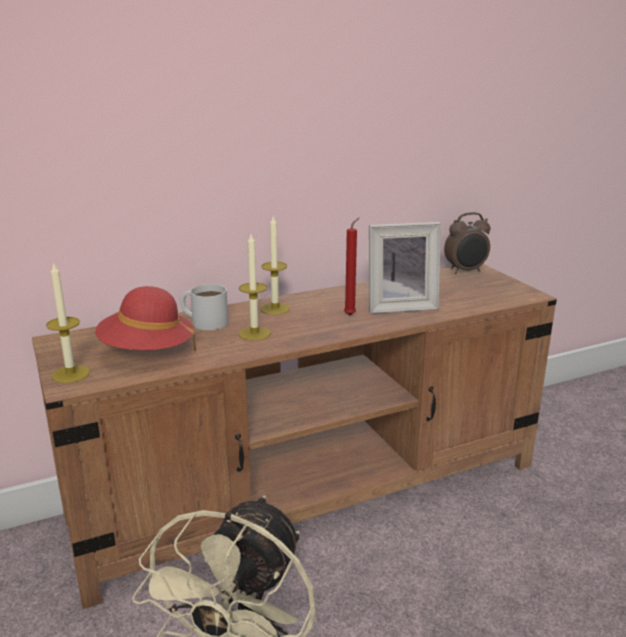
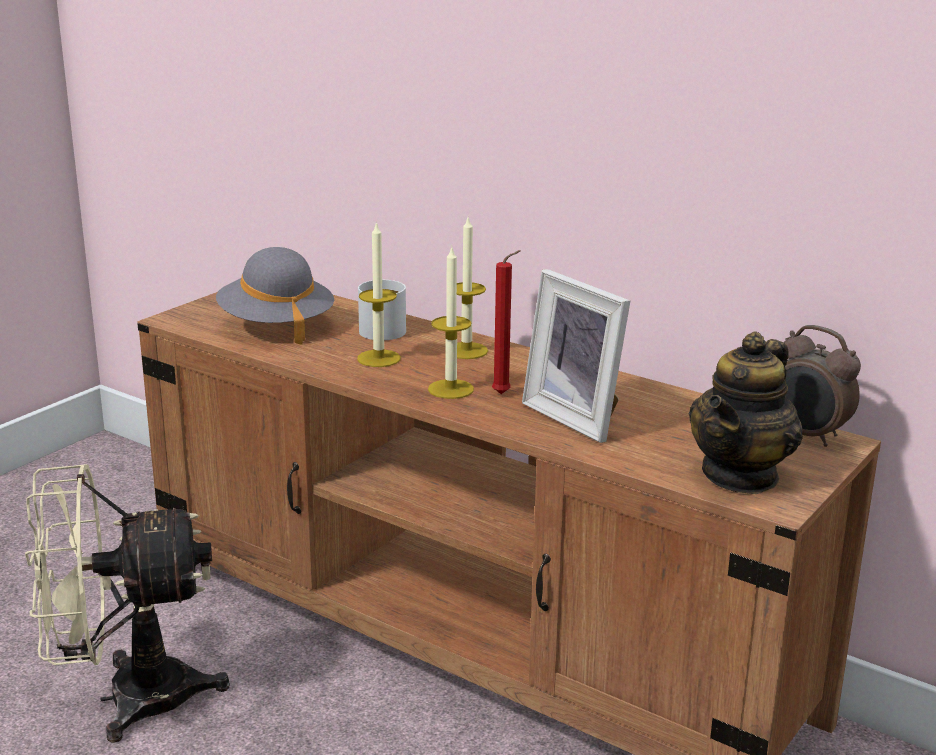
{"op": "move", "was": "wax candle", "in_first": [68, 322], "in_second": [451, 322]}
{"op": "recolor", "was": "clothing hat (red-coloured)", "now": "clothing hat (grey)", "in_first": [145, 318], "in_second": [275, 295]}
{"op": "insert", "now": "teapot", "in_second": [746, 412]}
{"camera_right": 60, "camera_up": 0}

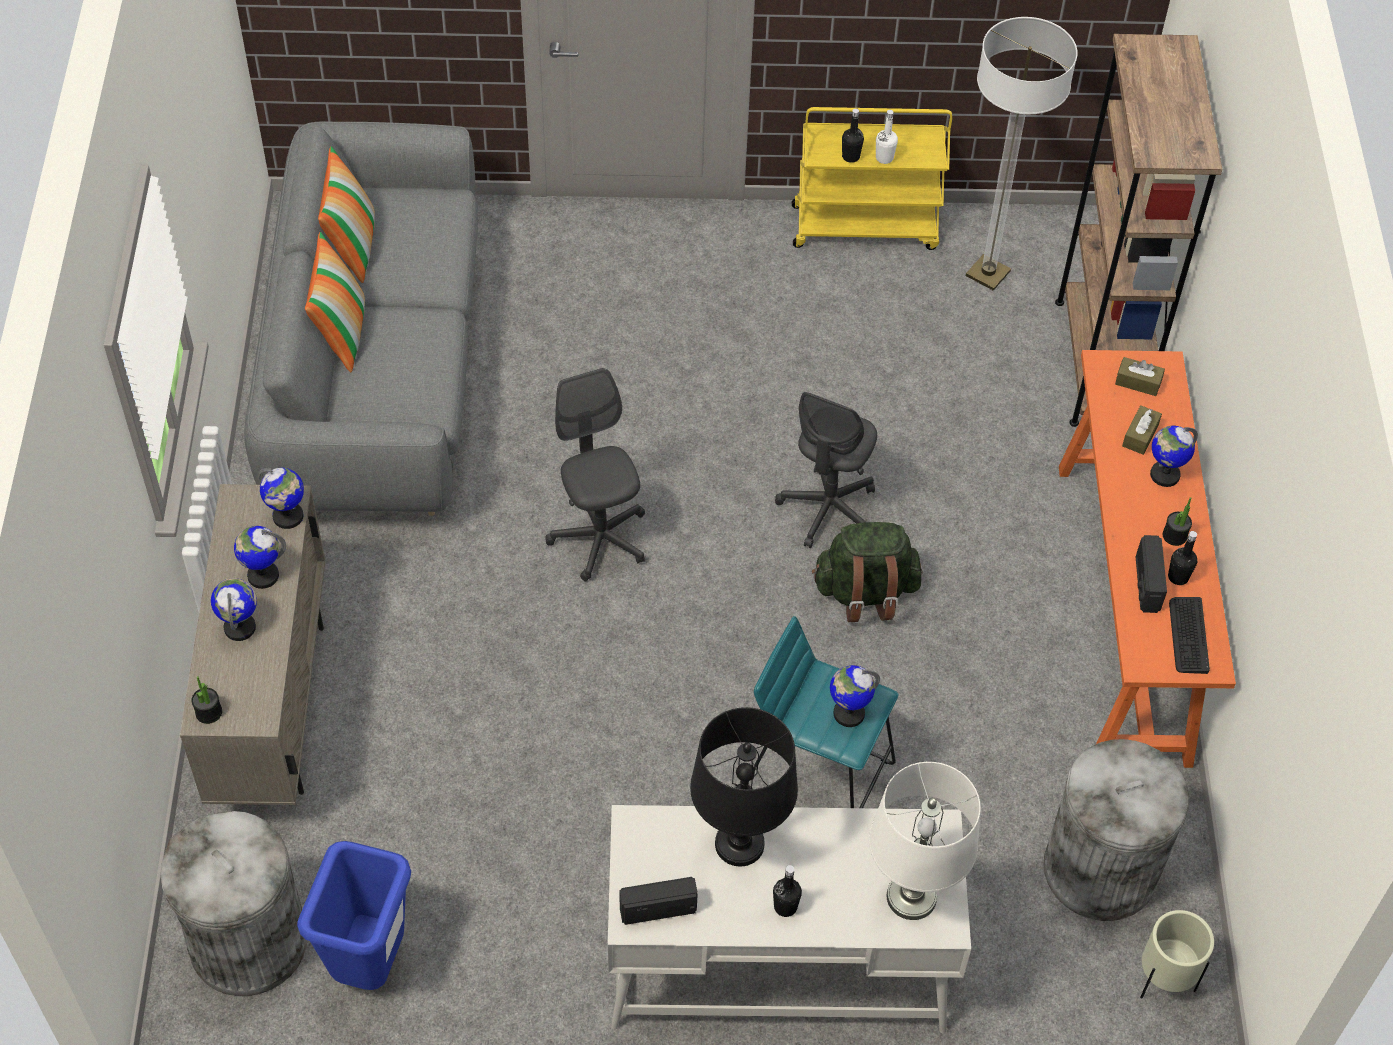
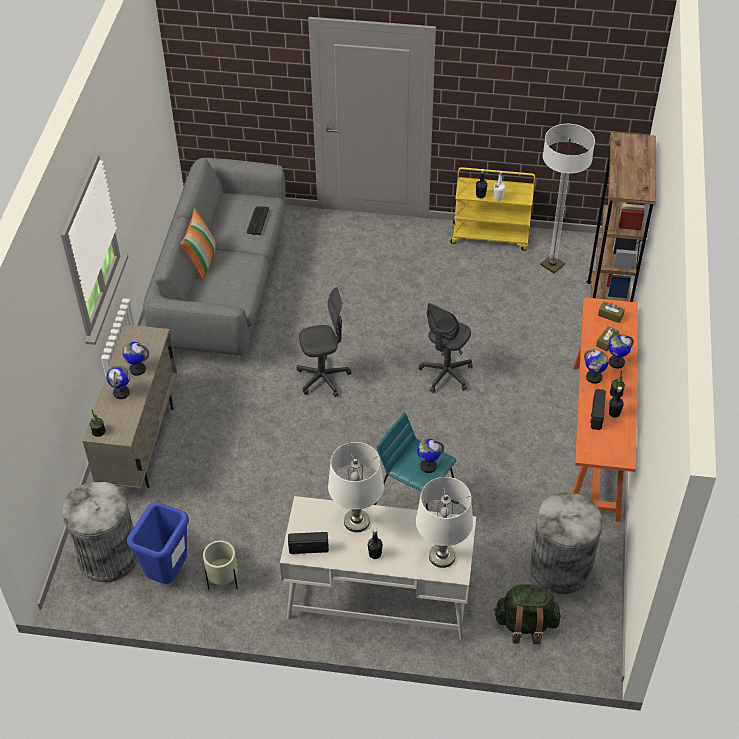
{"op": "delete", "was": "pillow", "in_first": [346, 214]}
{"op": "rotate", "was": "computer chair (grey)", "in_first": [595, 475], "in_second": [323, 342], "clockwise": 90}
{"op": "move", "was": "world globe", "in_first": [281, 498], "in_second": [596, 366]}
{"op": "move", "was": "backpack (greenish)", "in_first": [867, 572], "in_second": [527, 614]}
{"op": "move", "was": "PC keyboard", "in_first": [1189, 635], "in_second": [258, 220]}
{"op": "recolor", "was": "lamp for a table (blackish)", "now": "lamp for a table (white)", "in_first": [744, 787], "in_second": [356, 487]}
{"op": "move", "was": "planter (beige)", "in_first": [1177, 954], "in_second": [220, 564]}
{"camera_right": 10, "camera_up": -5}

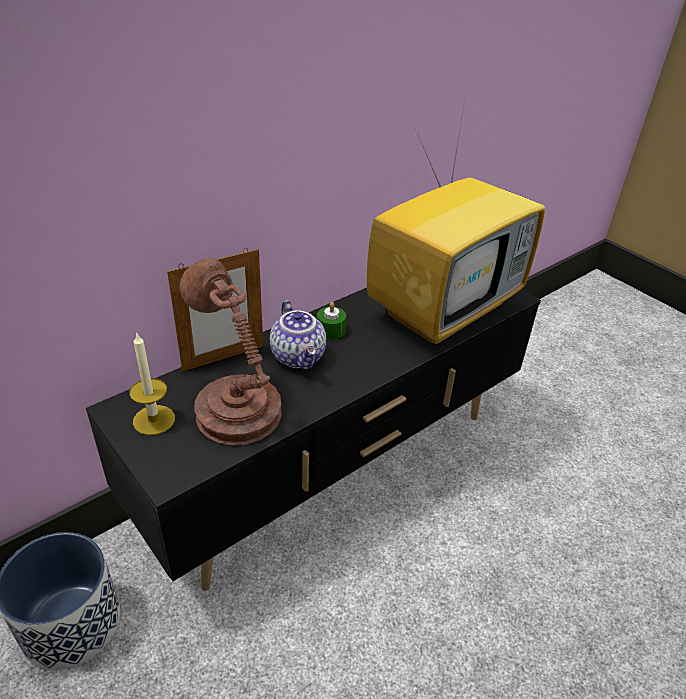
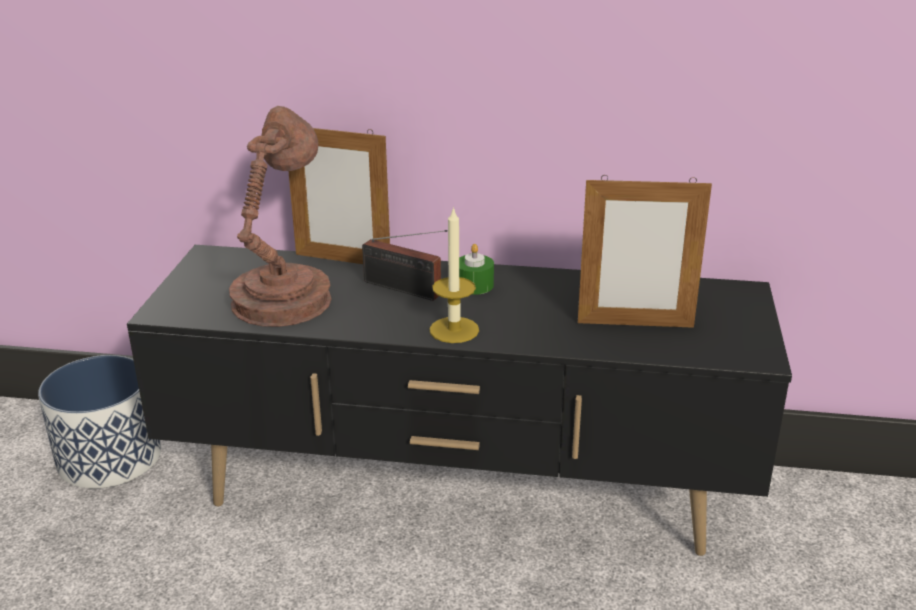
{"op": "replace", "was": "television", "now": "standing frame", "in_first": [456, 220], "in_second": [645, 251]}
{"op": "replace", "was": "teapot", "now": "radio receiver", "in_first": [298, 335], "in_second": [405, 265]}
{"op": "move", "was": "wax candle", "in_first": [152, 383], "in_second": [454, 274]}
{"camera_right": 50, "camera_up": -10}

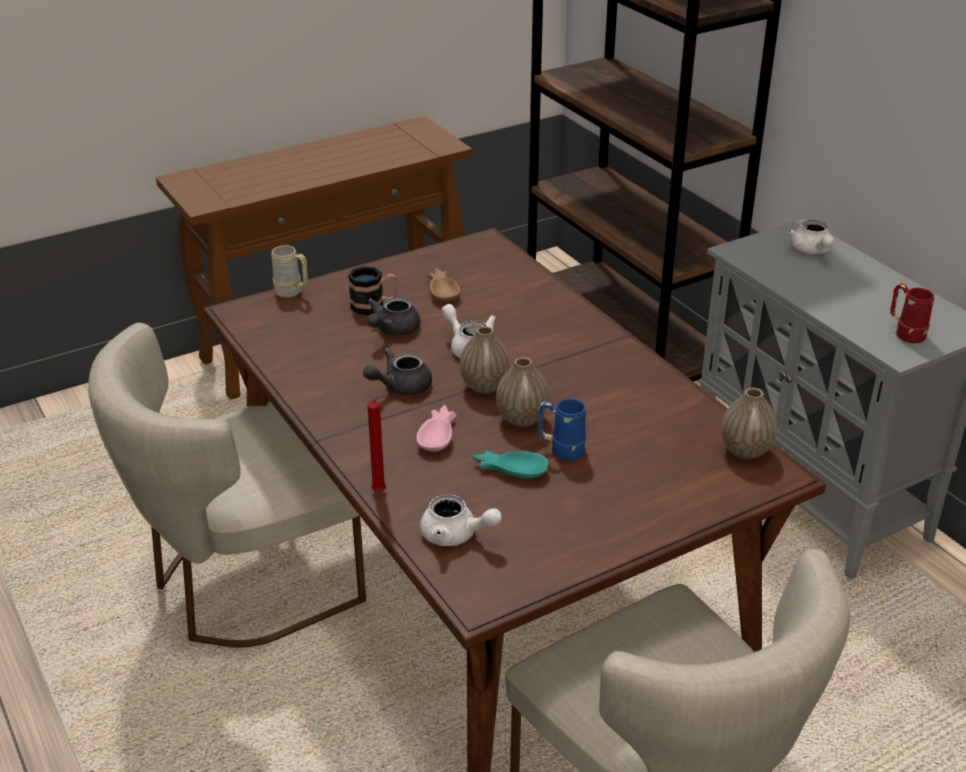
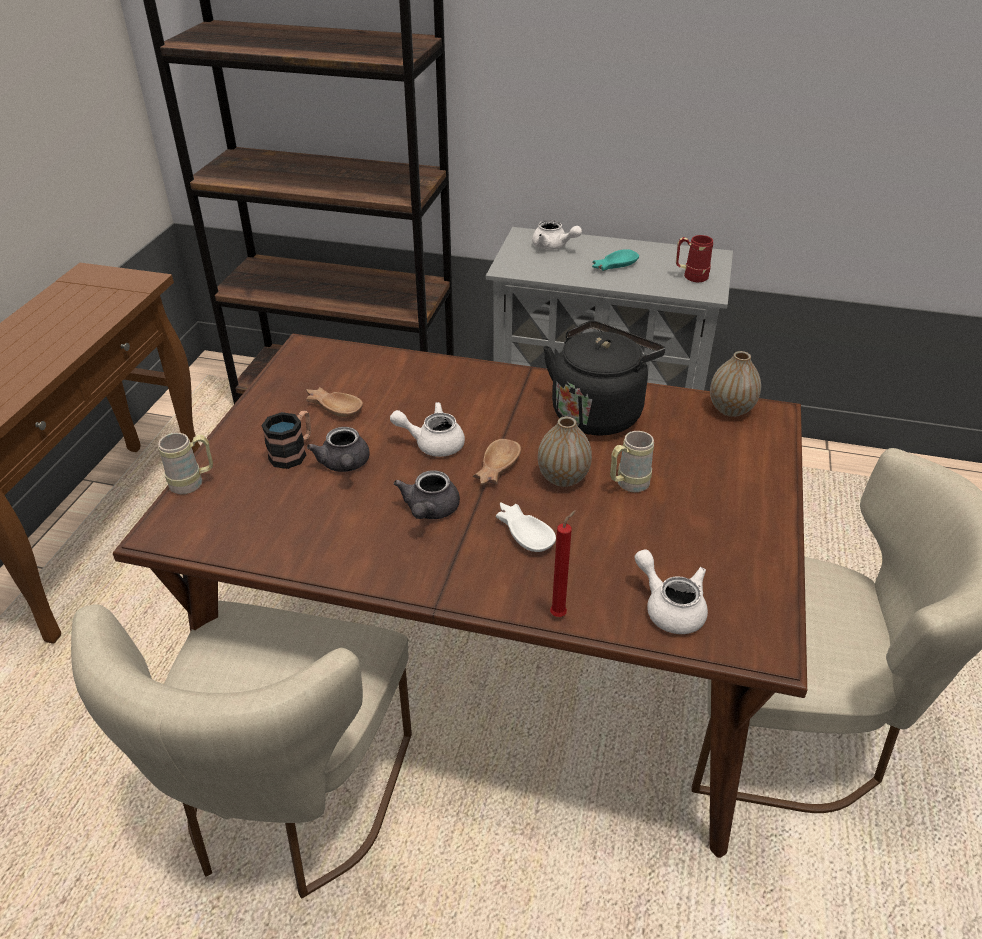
{"op": "replace", "was": "flower vase", "now": "serving bowl (brown-coloured)", "in_first": [485, 360], "in_second": [497, 462]}
{"op": "recolor", "was": "mug (bluish)", "now": "mug (beige)", "in_first": [562, 429], "in_second": [632, 461]}
{"op": "recolor", "was": "serving bowl (pinkish)", "now": "serving bowl (white)", "in_first": [436, 428], "in_second": [526, 527]}
{"op": "move", "was": "serving bowl (blue-green)", "in_first": [510, 464], "in_second": [615, 260]}
{"op": "rotate", "was": "teapot (white)", "in_first": [461, 520], "in_second": [671, 592], "clockwise": -105}
{"op": "insert", "now": "water kettle (blackish)", "in_second": [604, 378]}
{"camera_right": -45, "camera_up": 5}

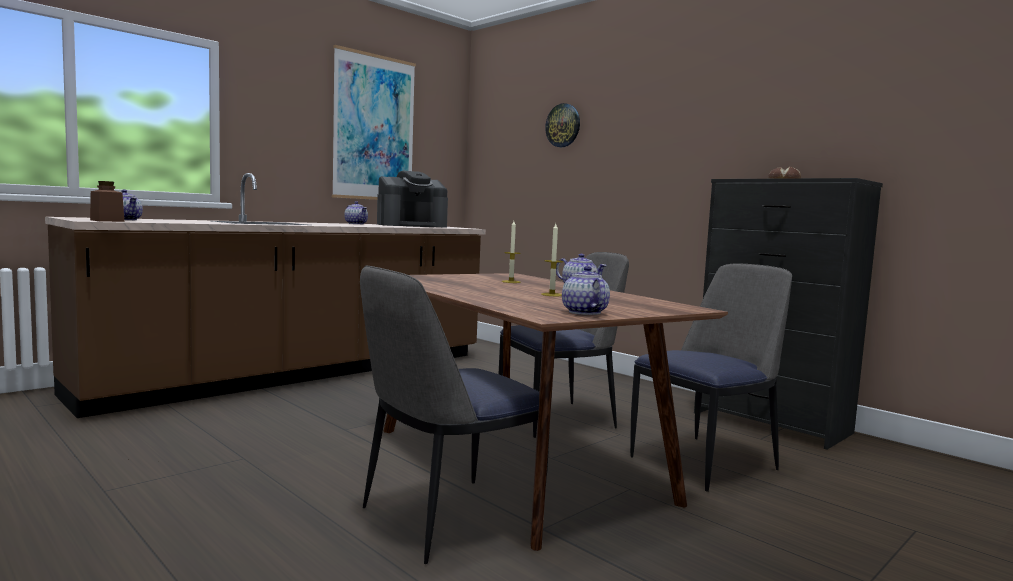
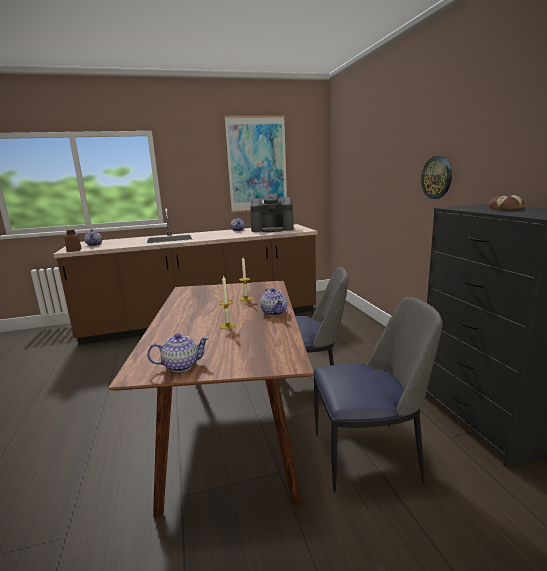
{"op": "move", "was": "wall clock", "in_first": [562, 125], "in_second": [436, 177]}
{"op": "delete", "was": "plain chair", "in_first": [455, 414]}
{"op": "rotate", "was": "teapot", "in_first": [586, 290], "in_second": [178, 352], "clockwise": 60}
{"camera_right": 30, "camera_up": 10}

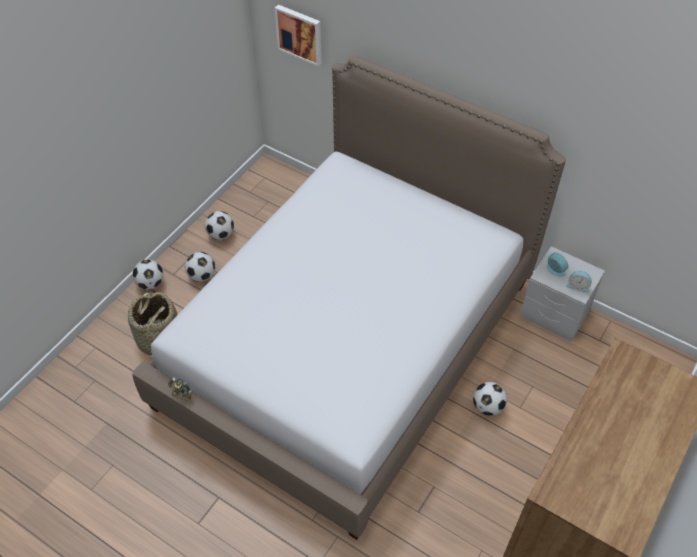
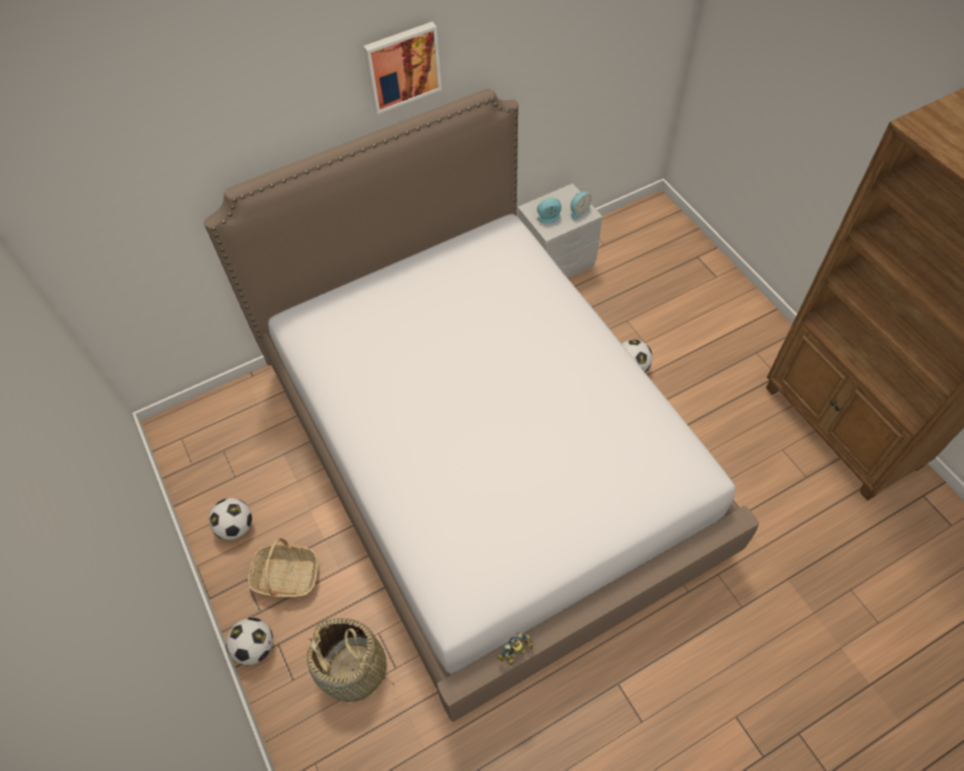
{"op": "move", "was": "wall picture", "in_first": [298, 35], "in_second": [402, 68]}
{"op": "replace", "was": "ball for football", "now": "basket", "in_first": [200, 267], "in_second": [283, 567]}
{"camera_right": -60, "camera_up": 5}

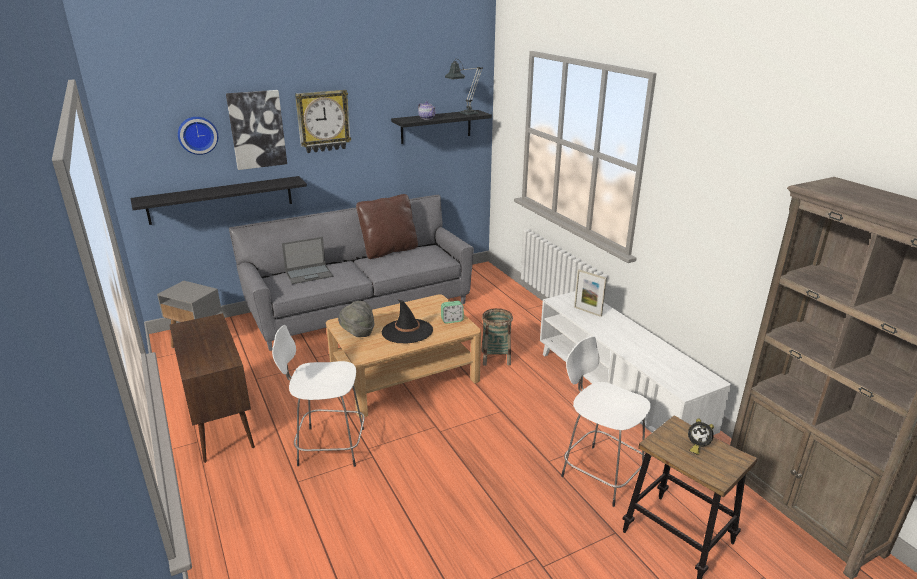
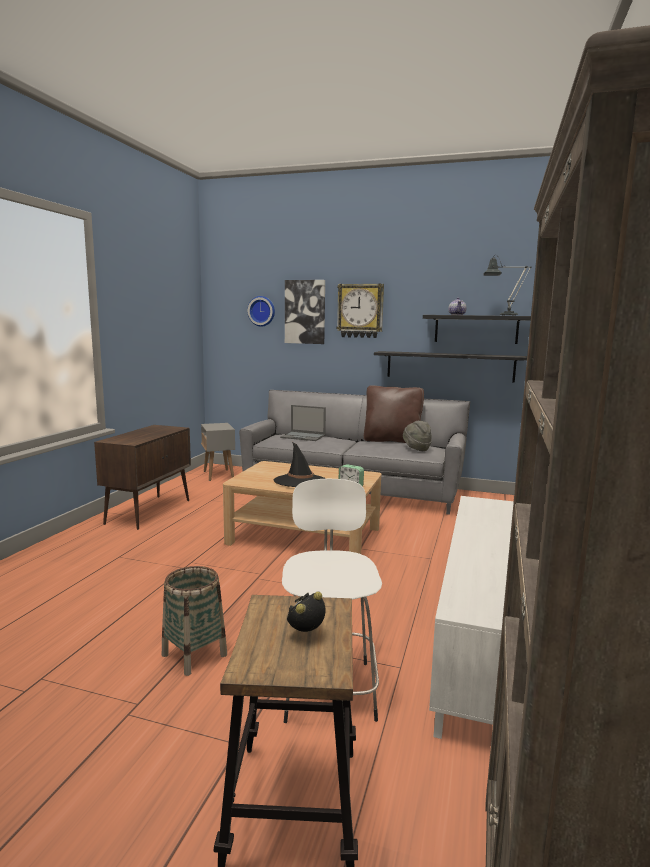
{"op": "move", "was": "wall shelf (blackish)", "in_first": [218, 200], "in_second": [450, 367]}
{"op": "delete", "was": "standing frame", "in_first": [590, 293]}
{"op": "move", "was": "clothing hat (grey)", "in_first": [356, 319], "in_second": [417, 436]}
{"op": "move", "was": "basket", "in_first": [497, 337], "in_second": [194, 621]}
{"op": "delete", "was": "stool (white)", "in_first": [318, 396]}
{"op": "rotate", "was": "bedside clock", "in_first": [701, 436], "in_second": [306, 612], "clockwise": 75}
{"camera_right": 45, "camera_up": -15}

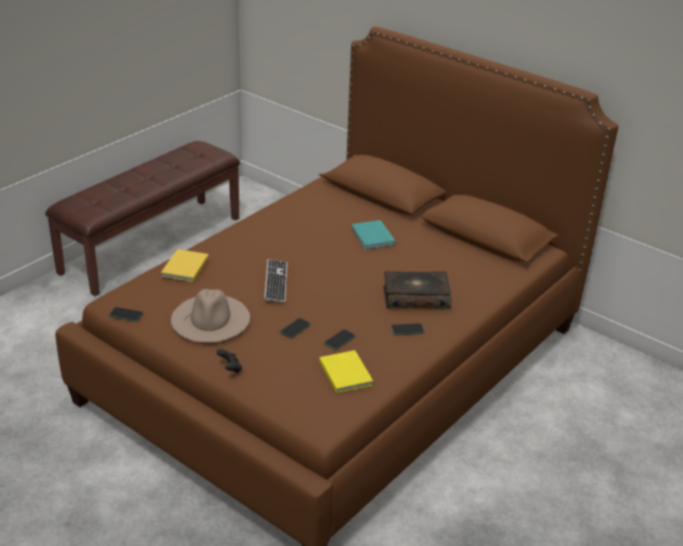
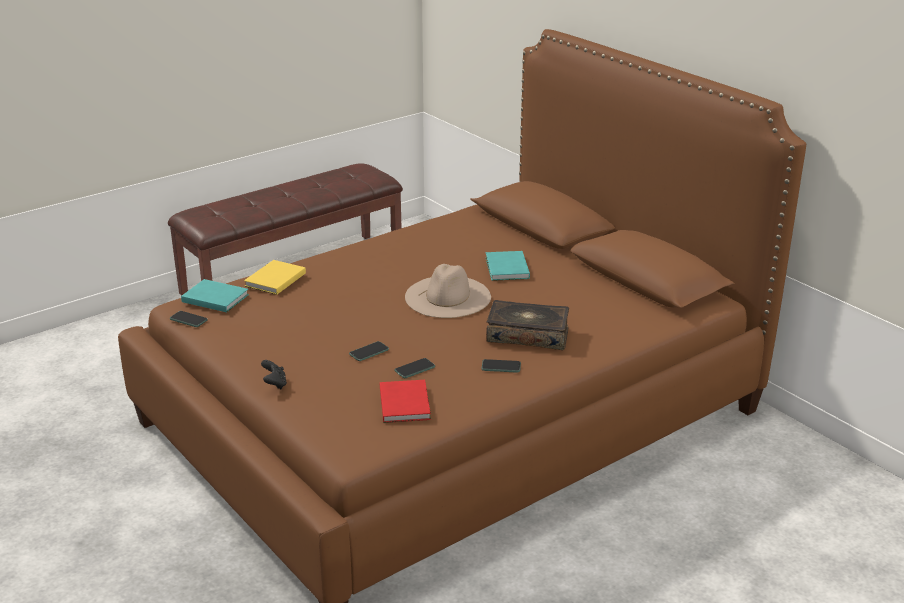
{"op": "delete", "was": "PC keyboard", "in_first": [275, 281]}
{"op": "move", "was": "clothing hat (beige)", "in_first": [210, 316], "in_second": [448, 291]}
{"op": "recolor", "was": "volume (yellow-coloured)", "now": "volume (red-coloured)", "in_first": [346, 372], "in_second": [405, 401]}
{"op": "insert", "now": "volume (blue-green)", "in_second": [215, 295]}
{"camera_right": 15, "camera_up": -5}

